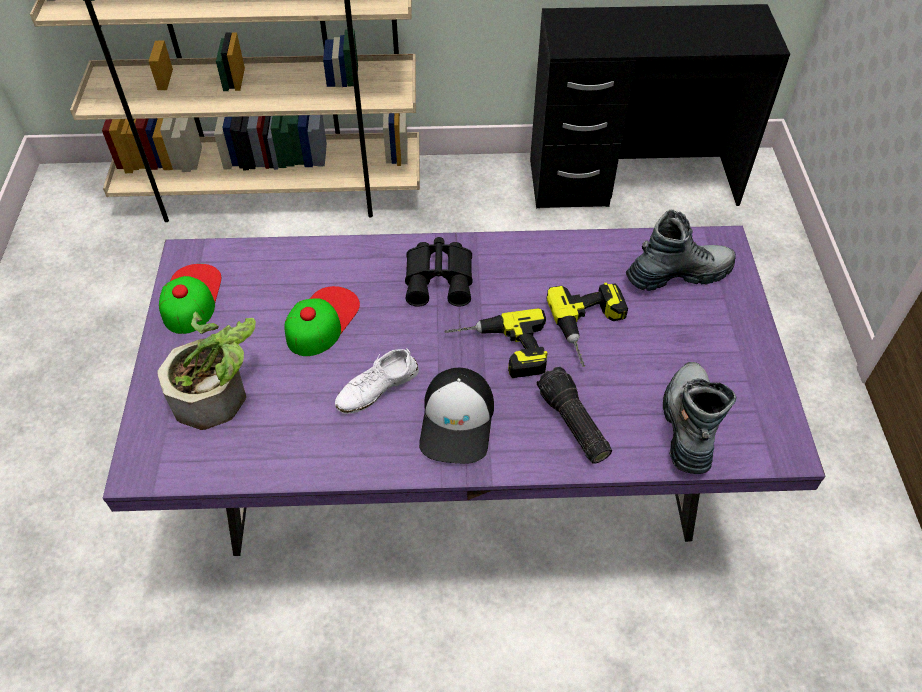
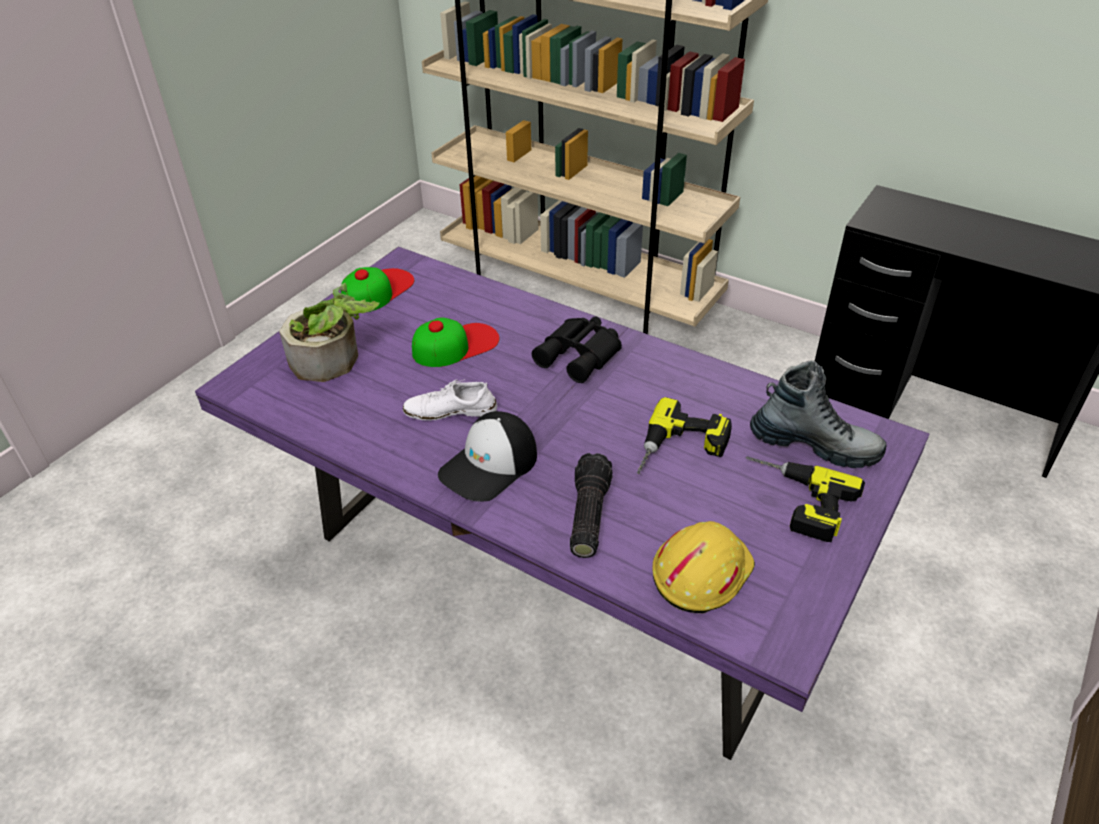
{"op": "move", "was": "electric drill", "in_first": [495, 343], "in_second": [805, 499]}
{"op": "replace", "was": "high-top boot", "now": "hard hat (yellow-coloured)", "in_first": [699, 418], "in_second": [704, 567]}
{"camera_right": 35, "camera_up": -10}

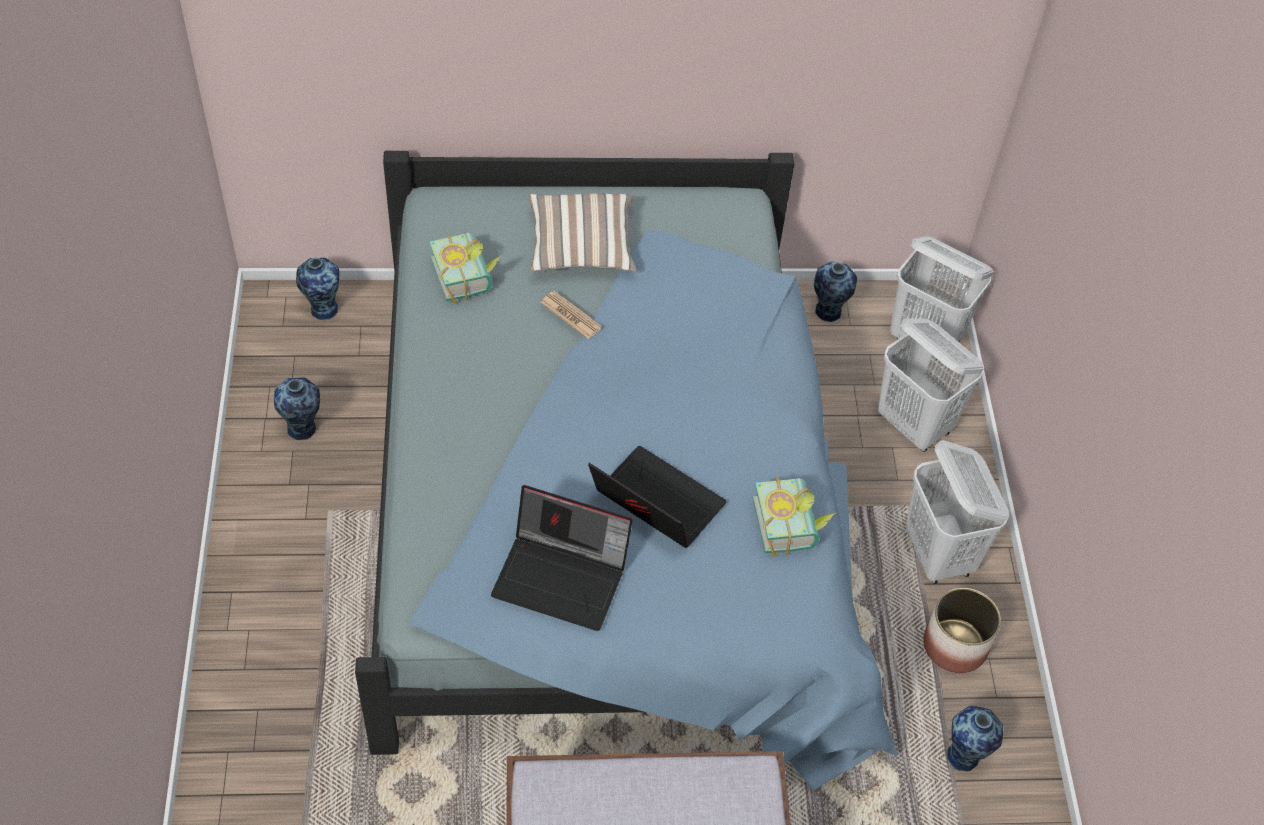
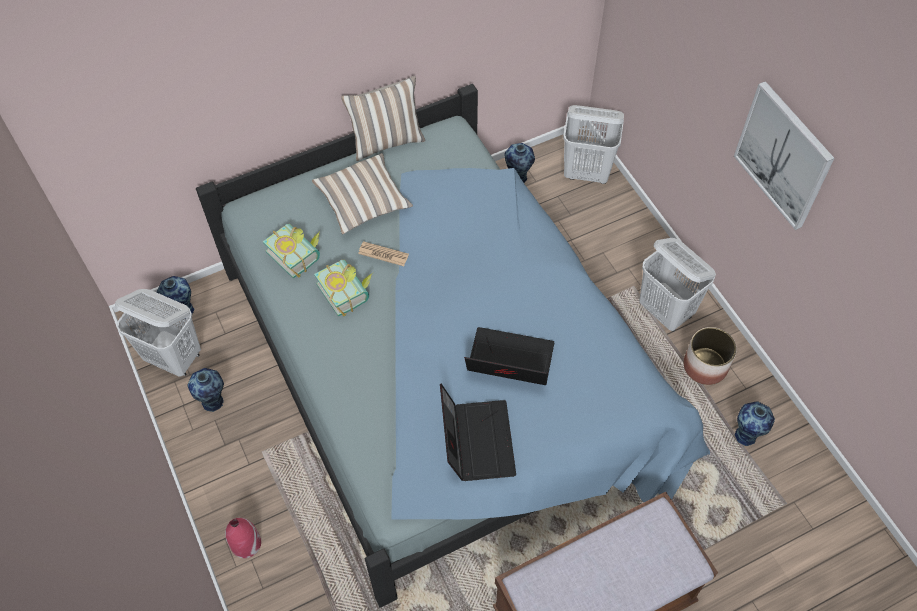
{"op": "move", "was": "washing basket (white)", "in_first": [931, 385], "in_second": [158, 332]}
{"op": "move", "was": "volume", "in_first": [794, 517], "in_second": [343, 288]}
{"op": "rotate", "was": "portable computer", "in_first": [561, 558], "in_second": [478, 432], "clockwise": -90}
{"op": "insert", "now": "pillow", "in_second": [383, 118]}
{"op": "insert", "now": "wall picture", "in_second": [784, 155]}
{"op": "insert", "now": "flower vase (red-coloured)", "in_second": [243, 538]}
{"camera_right": -20, "camera_up": 5}

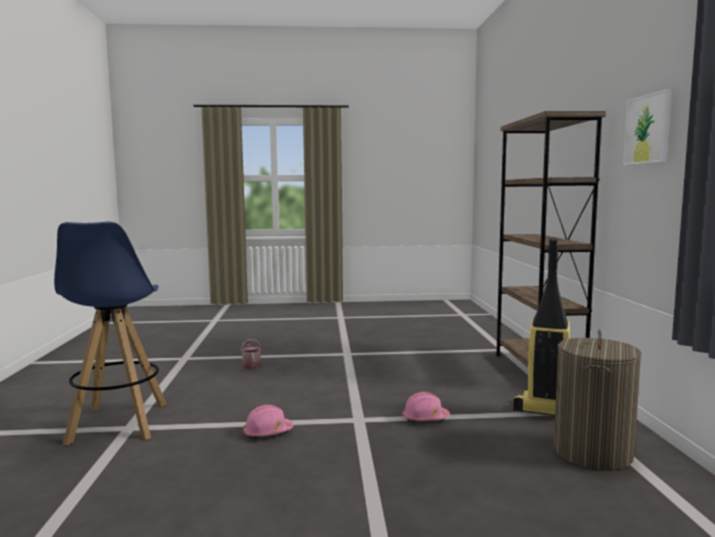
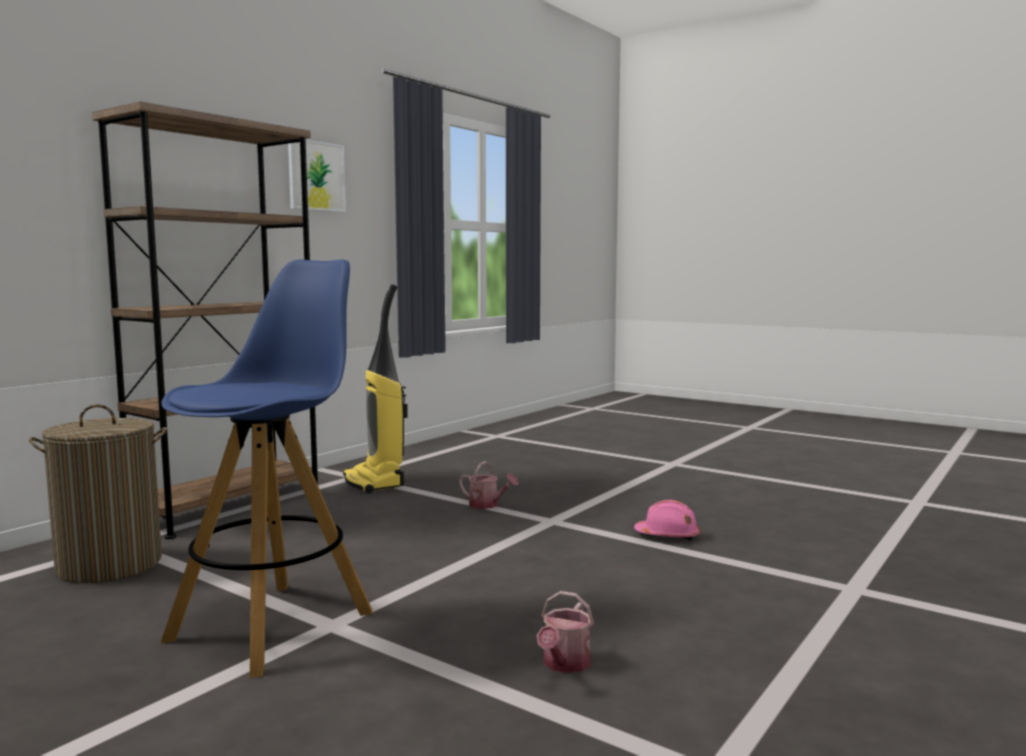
{"op": "move", "was": "stool (bluish)", "in_first": [110, 333], "in_second": [267, 468]}
{"op": "move", "was": "washing basket", "in_first": [598, 400], "in_second": [98, 493]}
{"op": "replace", "was": "hard hat (pinkish)", "now": "sprinkling can", "in_first": [426, 407], "in_second": [489, 485]}
{"camera_right": -140, "camera_up": 0}

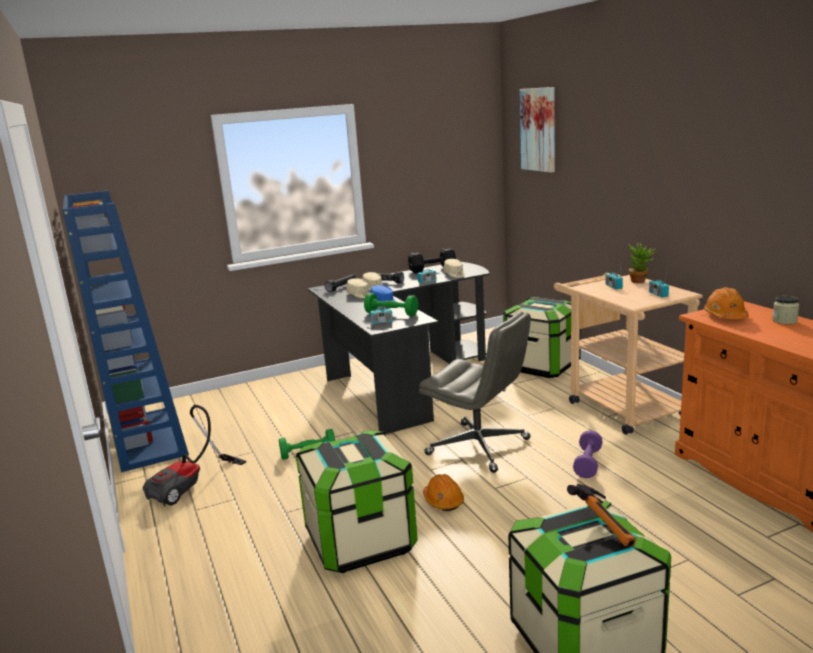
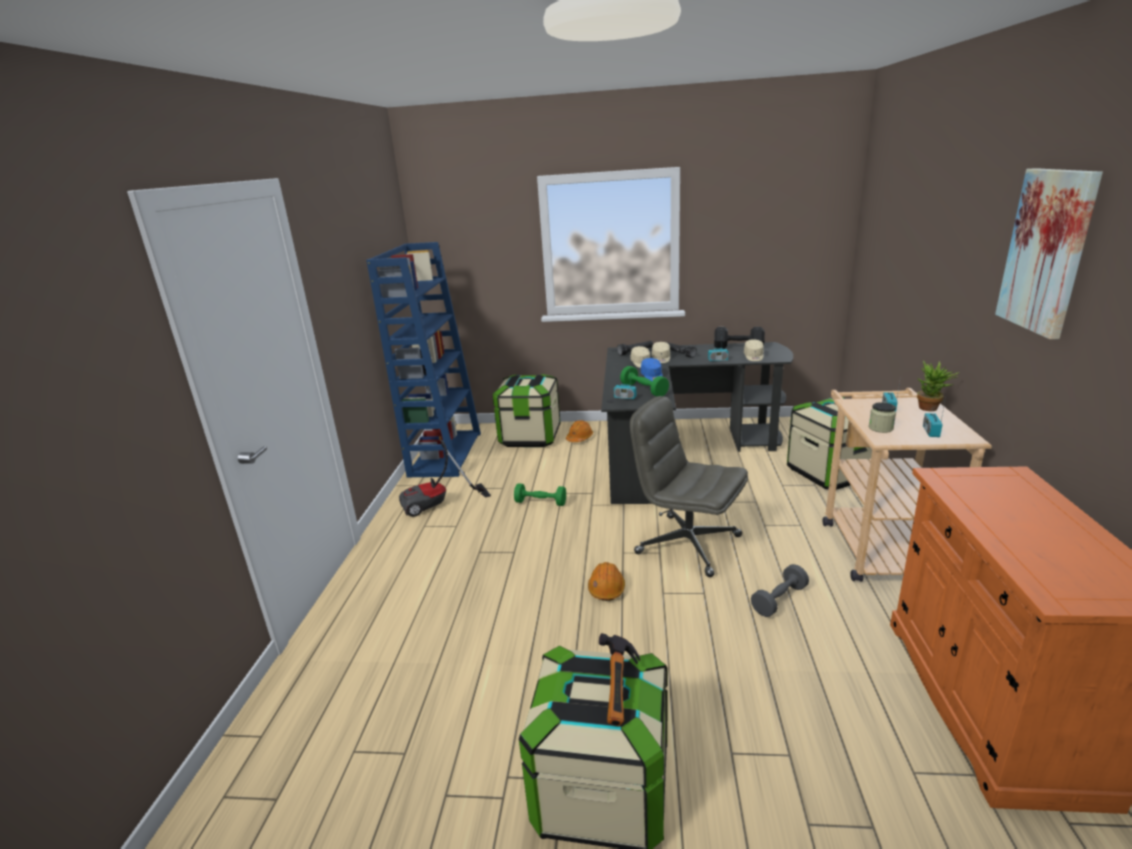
{"op": "move", "was": "wall picture", "in_first": [537, 130], "in_second": [1049, 253]}
{"op": "move", "was": "hard hat (orangey)", "in_first": [726, 303], "in_second": [579, 431]}
{"op": "move", "was": "storage jar", "in_first": [785, 310], "in_second": [882, 417]}
{"op": "rotate", "was": "computer chair (grey)", "in_first": [475, 392], "in_second": [689, 486], "clockwise": 150}
{"op": "move", "was": "storage bin", "in_first": [357, 501], "in_second": [526, 410]}
{"op": "recolor", "was": "free weight (purple-coloured)", "now": "free weight (grey)", "in_first": [588, 454], "in_second": [780, 590]}
{"camera_right": 30, "camera_up": 5}

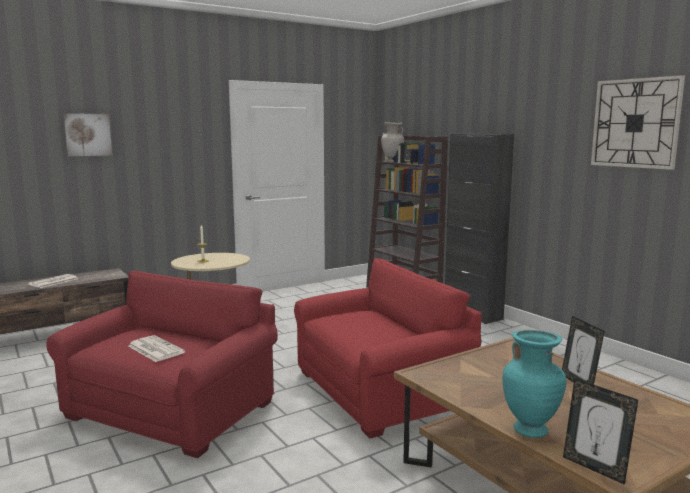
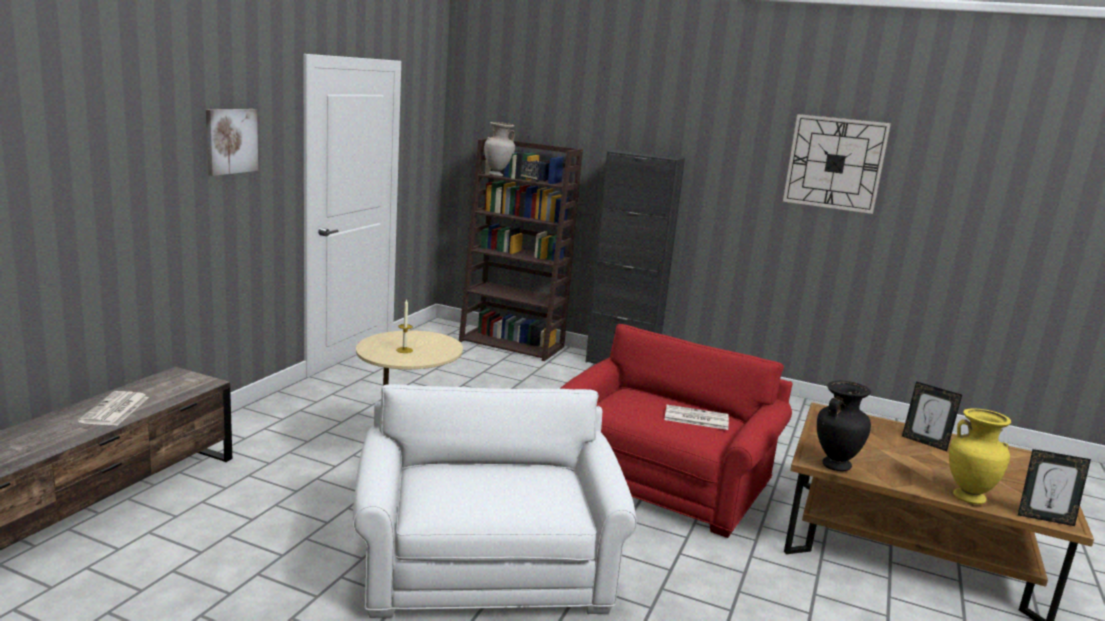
{"op": "move", "was": "wall picture", "in_first": [87, 134], "in_second": [232, 142]}
{"op": "recolor", "was": "easy chair (red-coloured)", "now": "easy chair (white)", "in_first": [162, 364], "in_second": [495, 501]}
{"op": "recolor", "was": "flower vase (blue-green)", "now": "flower vase (yellow-coloured)", "in_first": [534, 384], "in_second": [980, 456]}
{"op": "move", "was": "newspaper", "in_first": [156, 348], "in_second": [696, 417]}
{"op": "insert", "now": "flower vase (blackish)", "in_second": [844, 426]}
{"camera_right": -35, "camera_up": 5}

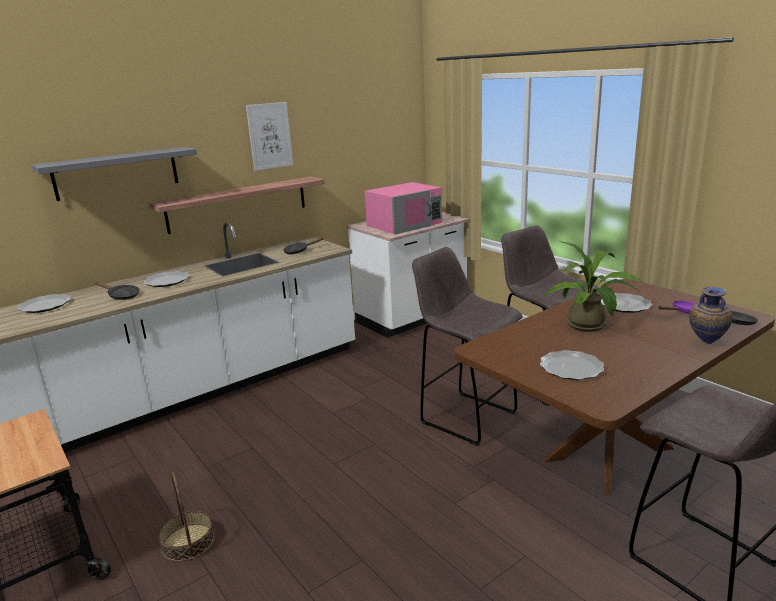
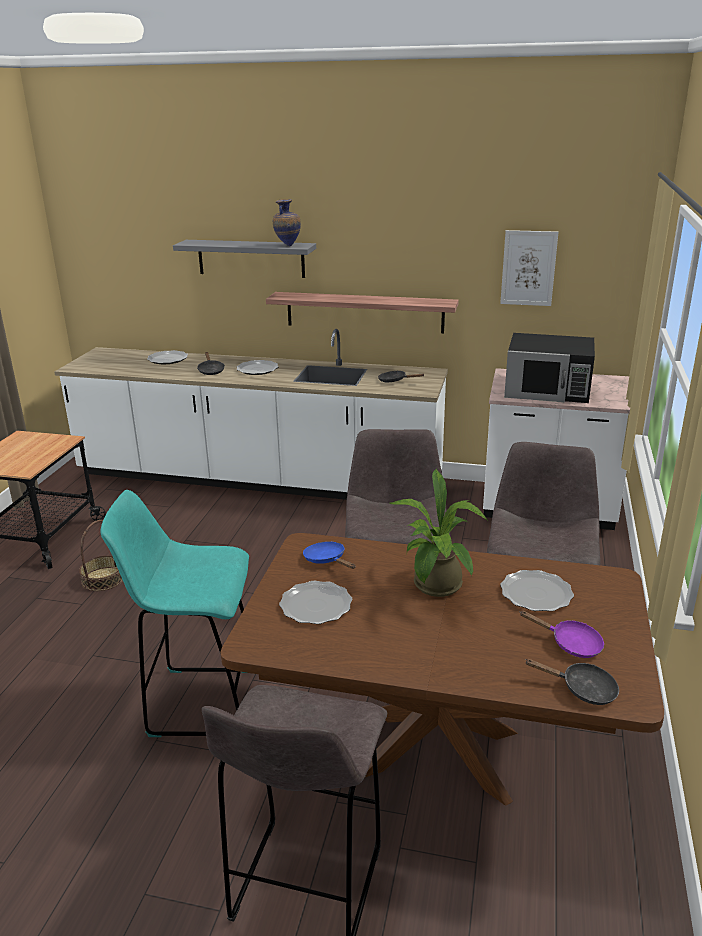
{"op": "move", "was": "wall picture", "in_first": [269, 136], "in_second": [529, 268]}
{"op": "recolor", "was": "microwave (pinkish)", "now": "microwave (blackish)", "in_first": [403, 208], "in_second": [549, 368]}
{"op": "move", "was": "flower vase", "in_first": [711, 315], "in_second": [287, 222]}
{"op": "insert", "now": "stool (blue-green)", "in_second": [174, 613]}
{"op": "insert", "now": "frying pan (bluish)", "in_second": [329, 555]}
{"camera_right": 50, "camera_up": 5}

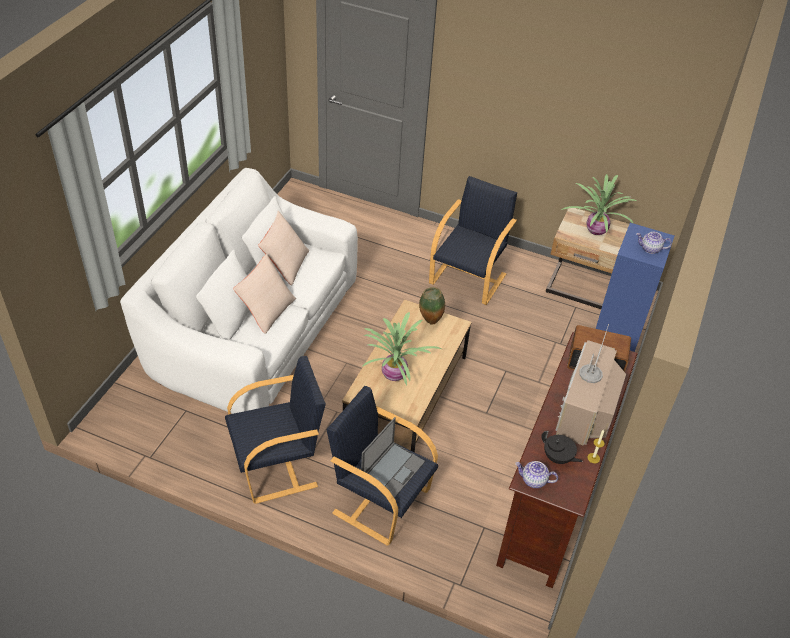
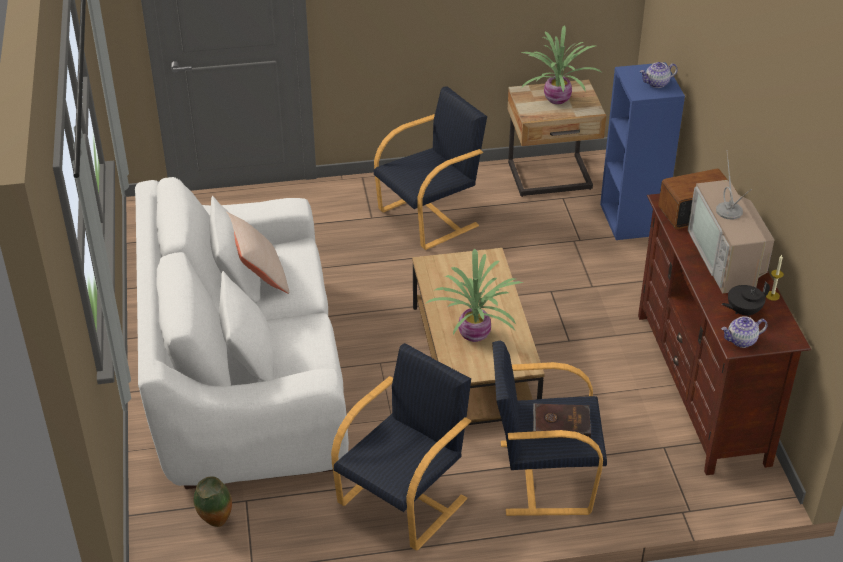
{"op": "rotate", "was": "easy chair (blackish)", "in_first": [473, 240], "in_second": [430, 168], "clockwise": 60}
{"op": "delete", "was": "pillow (beige)", "in_first": [264, 294]}
{"op": "move", "was": "flower vase", "in_first": [432, 306], "in_second": [213, 502]}
{"op": "replace", "was": "portable computer", "now": "volume (brown-coloured)", "in_first": [393, 457], "in_second": [562, 420]}
{"op": "rotate", "was": "teapot (blackish)", "in_first": [561, 447], "in_second": [746, 299], "clockwise": 150}
{"camera_right": -30, "camera_up": -5}

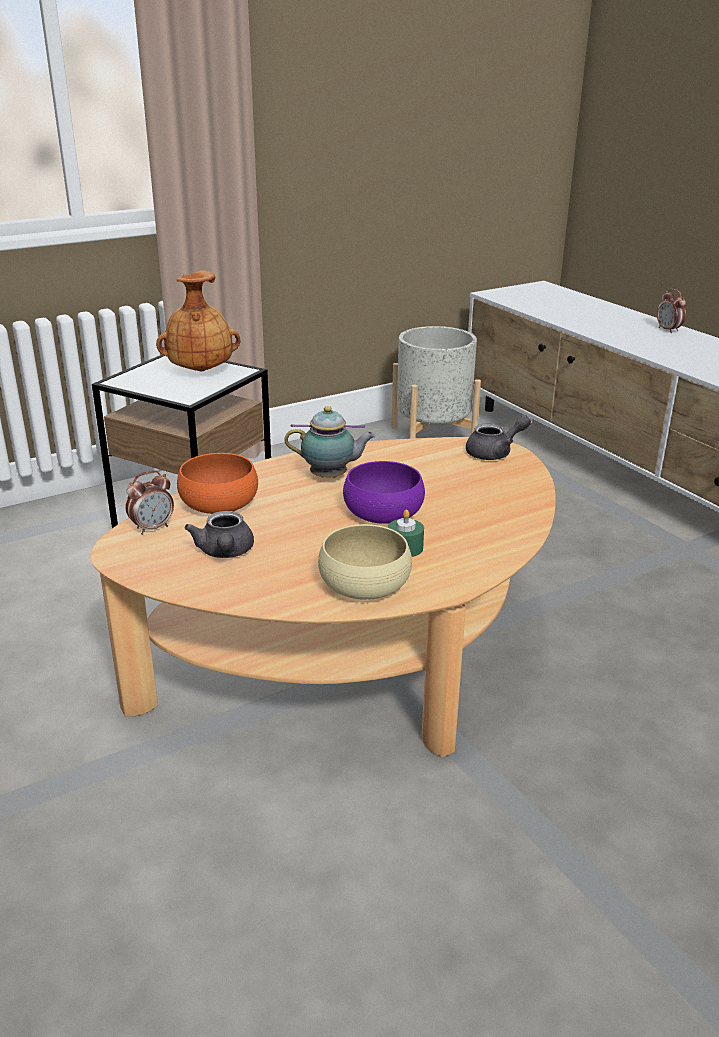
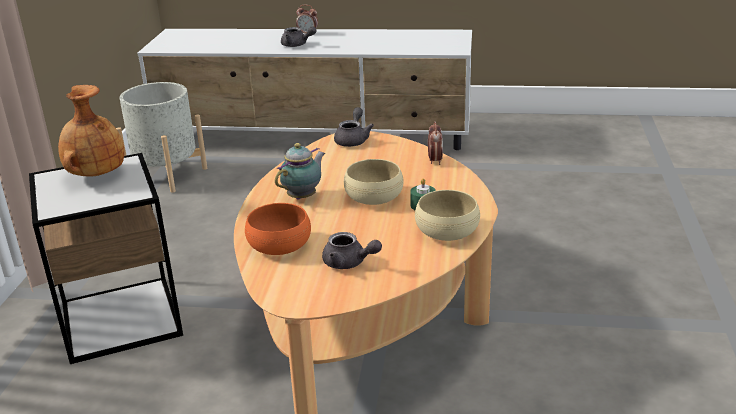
{"op": "recolor", "was": "serving bowl (purple-coloured)", "now": "serving bowl (beige)", "in_first": [384, 492], "in_second": [374, 182]}
{"op": "move", "was": "bedside clock", "in_first": [149, 502], "in_second": [435, 143]}
{"op": "insert", "now": "teapot (grey)", "in_second": [298, 36]}
{"camera_right": -50, "camera_up": 0}

